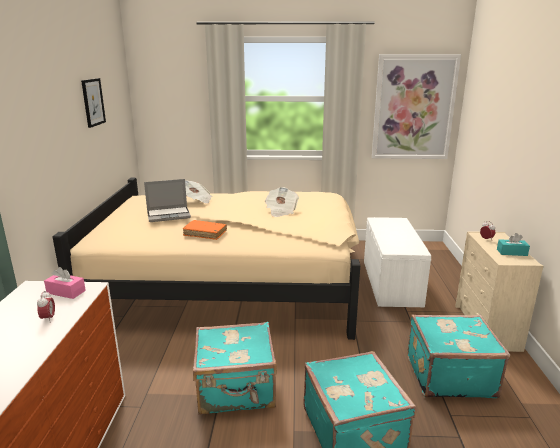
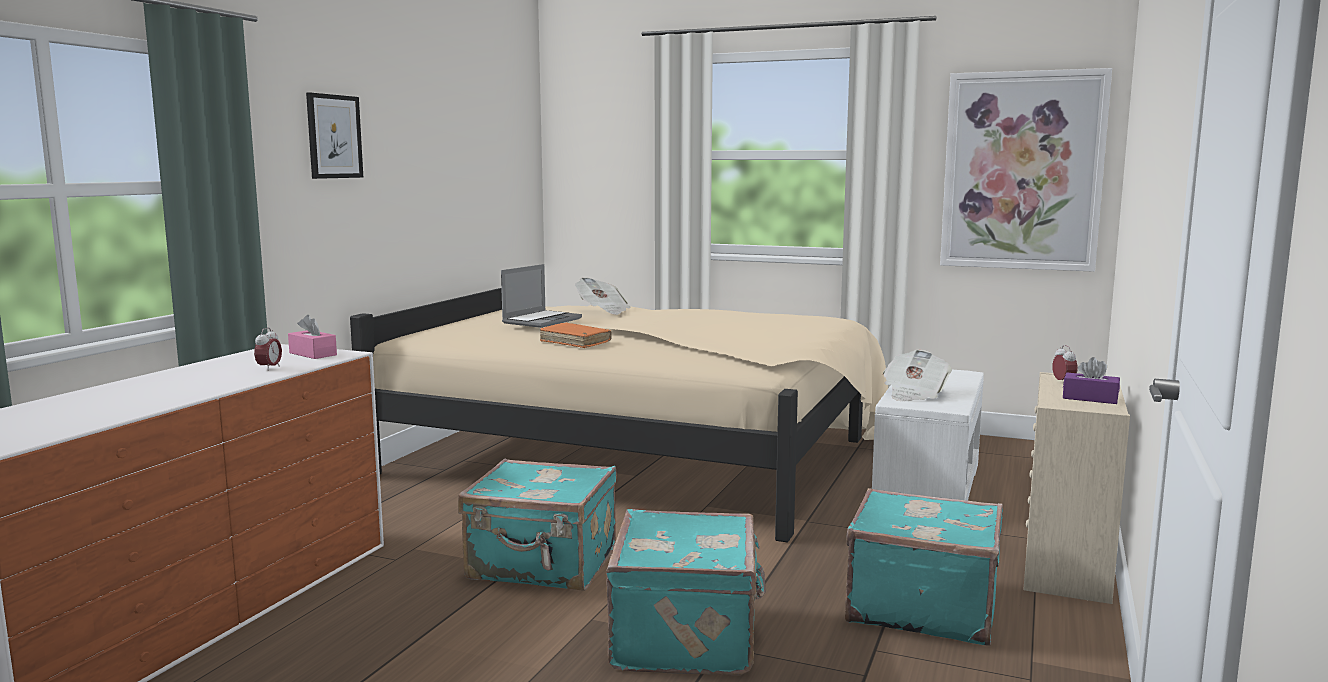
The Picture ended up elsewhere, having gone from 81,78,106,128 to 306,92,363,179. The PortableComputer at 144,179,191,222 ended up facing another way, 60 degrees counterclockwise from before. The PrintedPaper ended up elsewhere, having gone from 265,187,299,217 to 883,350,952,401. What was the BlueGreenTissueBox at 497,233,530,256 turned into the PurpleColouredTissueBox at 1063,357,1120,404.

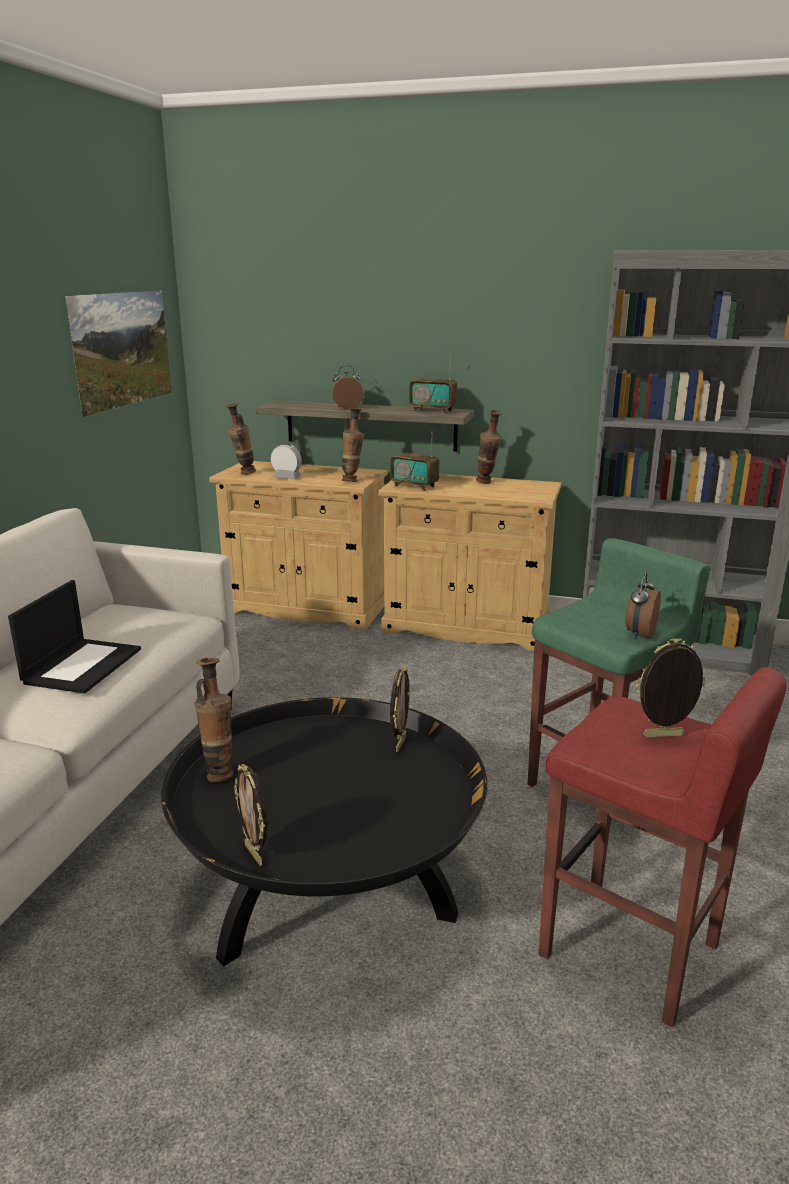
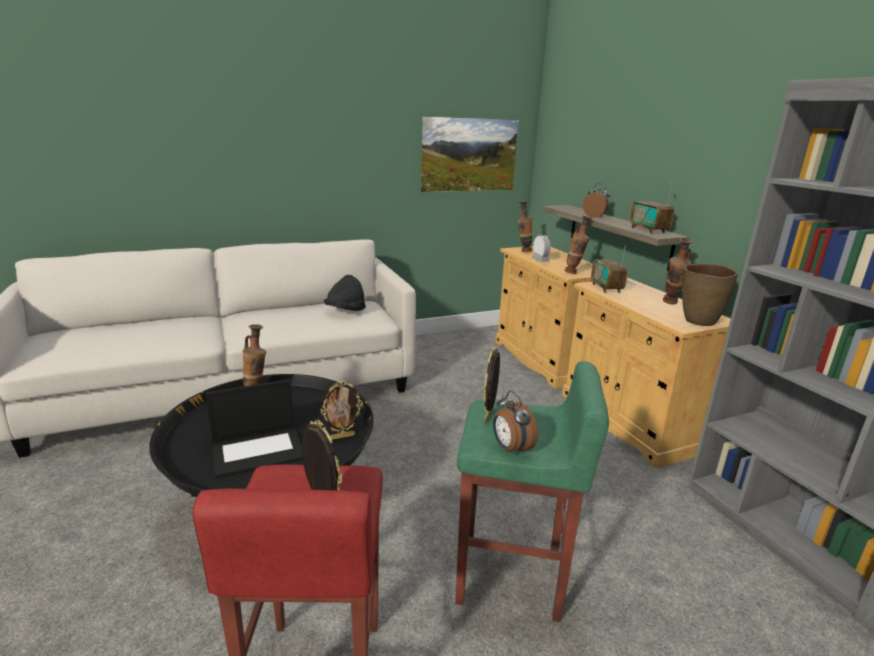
The PortableComputer ended up elsewhere, having gone from 8,580,141,693 to 206,379,303,478. The PhotoFrame ended up elsewhere, having gone from 234,764,268,866 to 484,347,500,423. The BedsideClock at 625,573,661,639 ended up facing another way, 105 degrees counterclockwise from before. The second view gained the BlackHat at 324,275,366,311. The second view gained the BrownFlowerVase at 682,264,738,326.

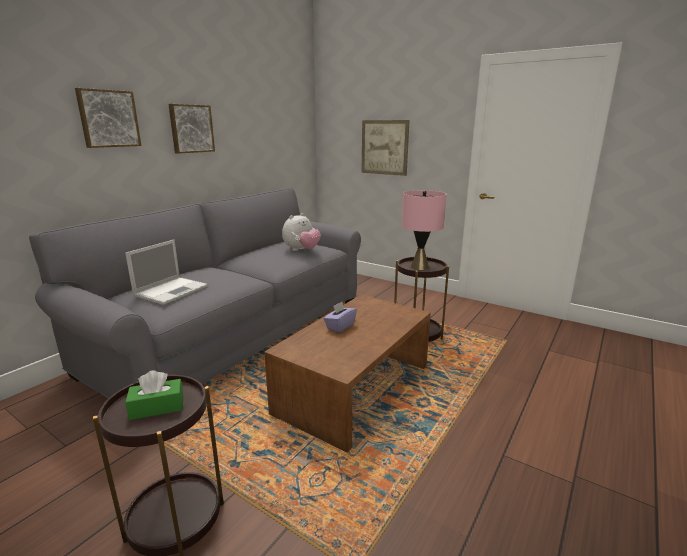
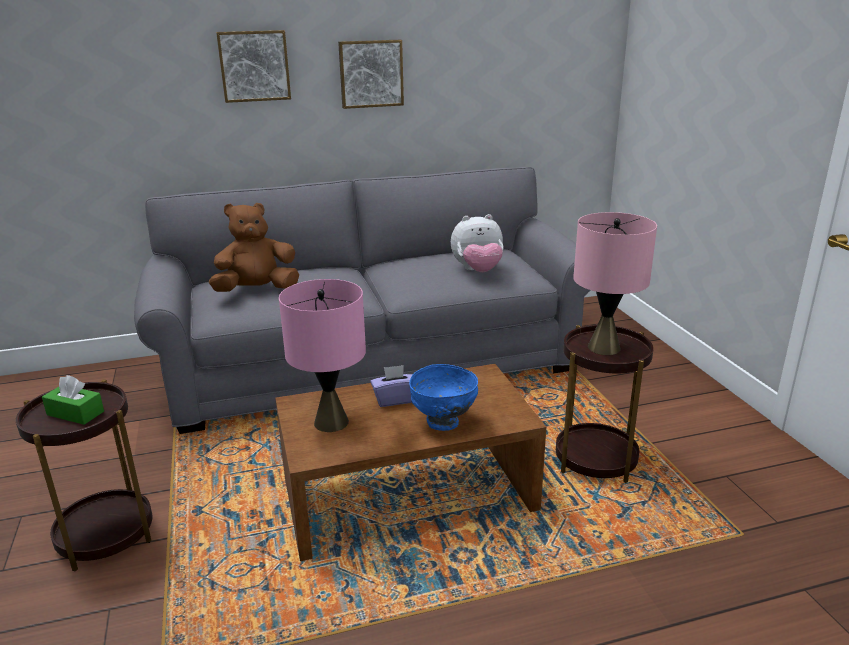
Where the PortableComputer stood at 125,240,208,305, the BrownSoftToy came to stand at 209,203,299,292. The second view lost the Picture at 361,120,410,176. The second view gained the PinkishTabletopLamp at 279,279,366,432. The second view gained the BlueColouredBowl at 409,364,478,431.

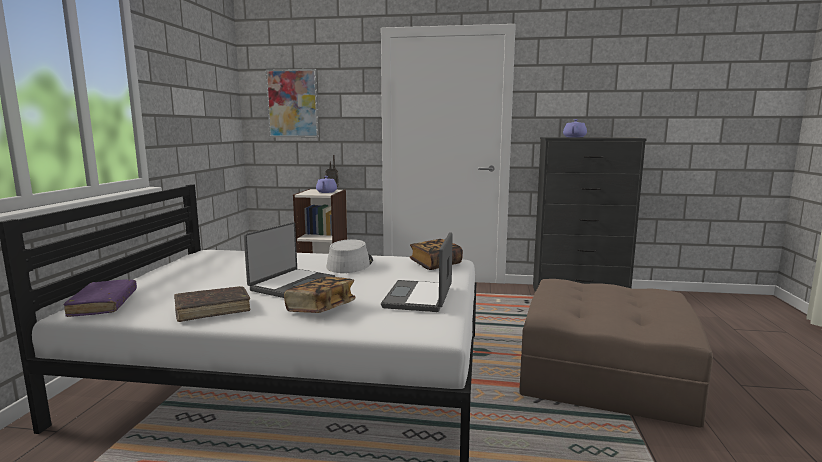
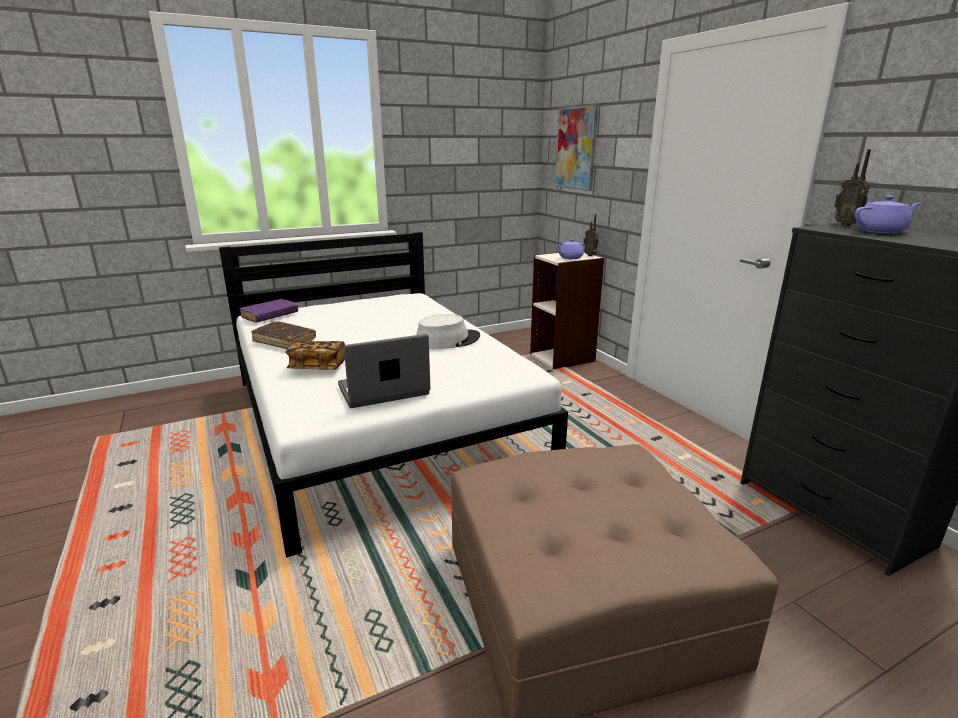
The second view lost the PortableComputer at 244,222,335,298. The second view lost the BoundBook at 410,239,463,270. The second view gained the RadioSet at 834,149,871,226.

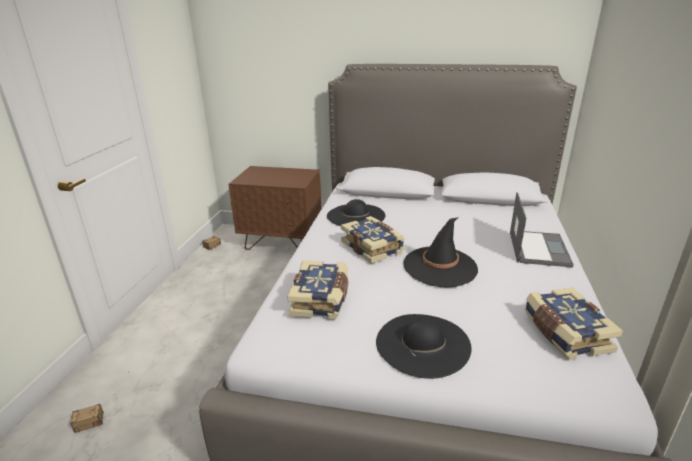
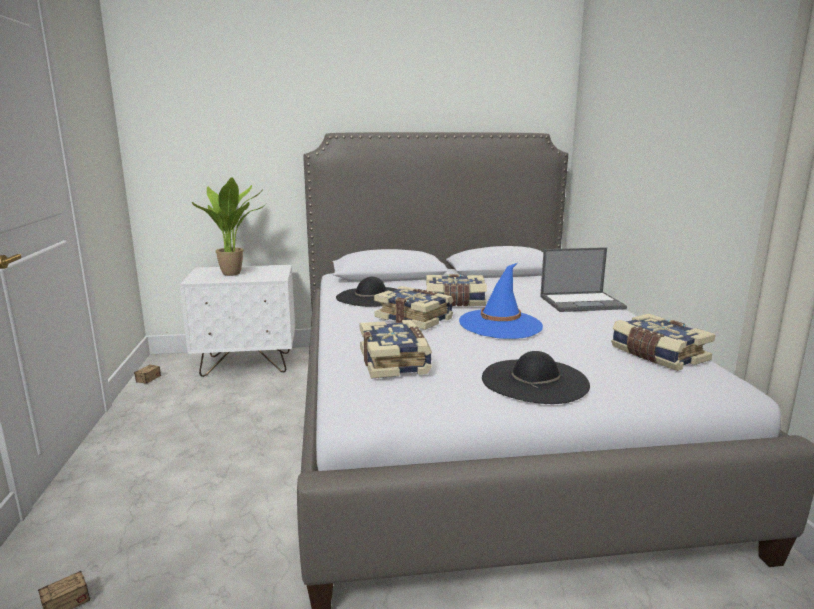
What was the BrownBedsideTable at 228,166,321,250 turned into the WhiteColouredBedsideTable at 180,265,295,377. What was the BlackHat at 403,217,478,288 turned into the BlueColouredHat at 459,263,543,339. The PortableComputer at 510,192,574,267 ended up facing another way, 90 degrees clockwise from before. The second view gained the Houseplant at 192,177,267,276. The second view gained the BoundBook at 426,274,487,307.

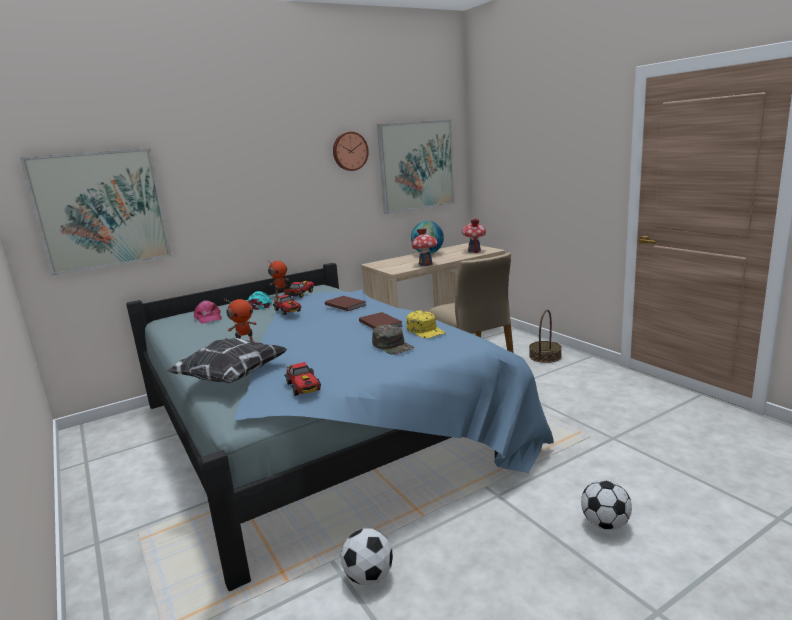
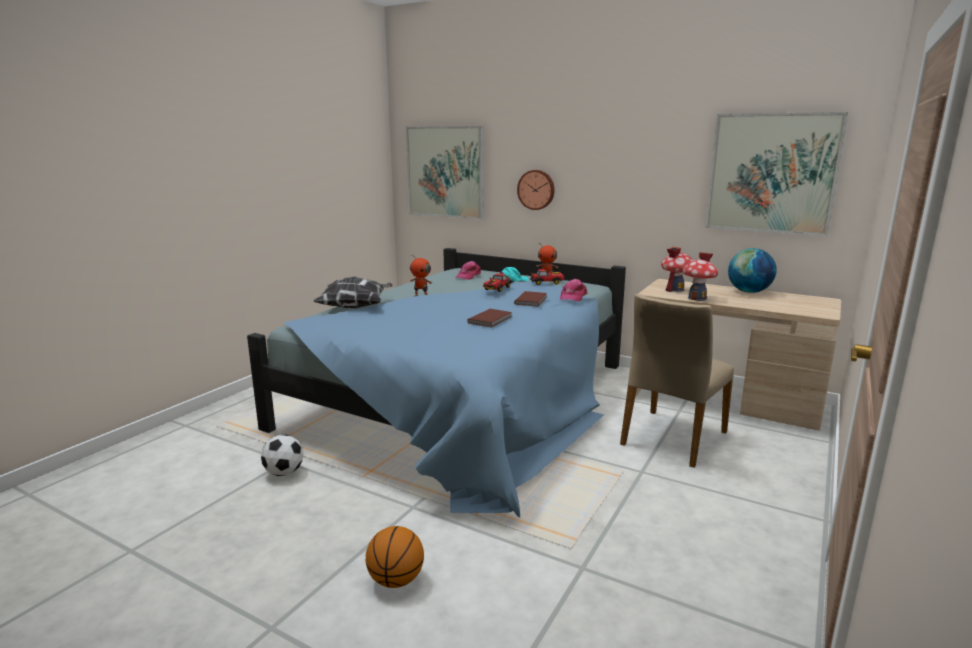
The second view lost the ToyCar at 284,362,321,396. The ClockOnTheWall ended up elsewhere, having gone from 333,132,369,171 to 517,170,555,210. The second view lost the GreenishPeakedCap at 372,324,414,355. The second view lost the YellowColouredPeakedCap at 406,310,445,338. The MiniatureHouse ended up elsewhere, having gone from 462,218,486,253 to 661,247,694,292. The second view lost the Basket at 529,310,562,363. Where the FootballBall stood at 581,480,632,530, the BallForBasketball came to stand at 366,526,424,588. The second view gained the PinkishPeakedCap at 560,279,588,301.

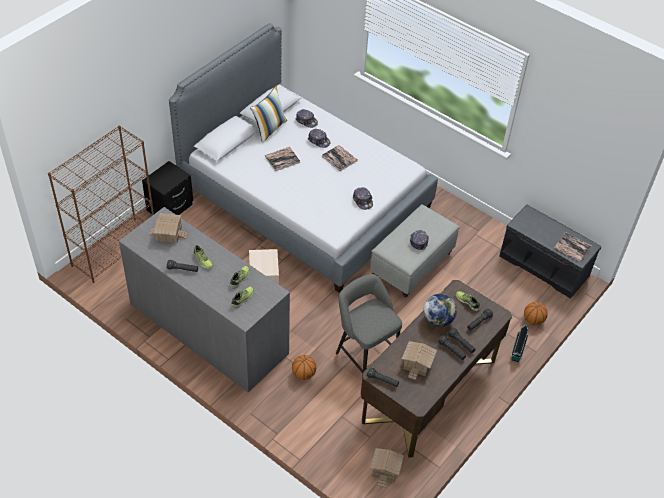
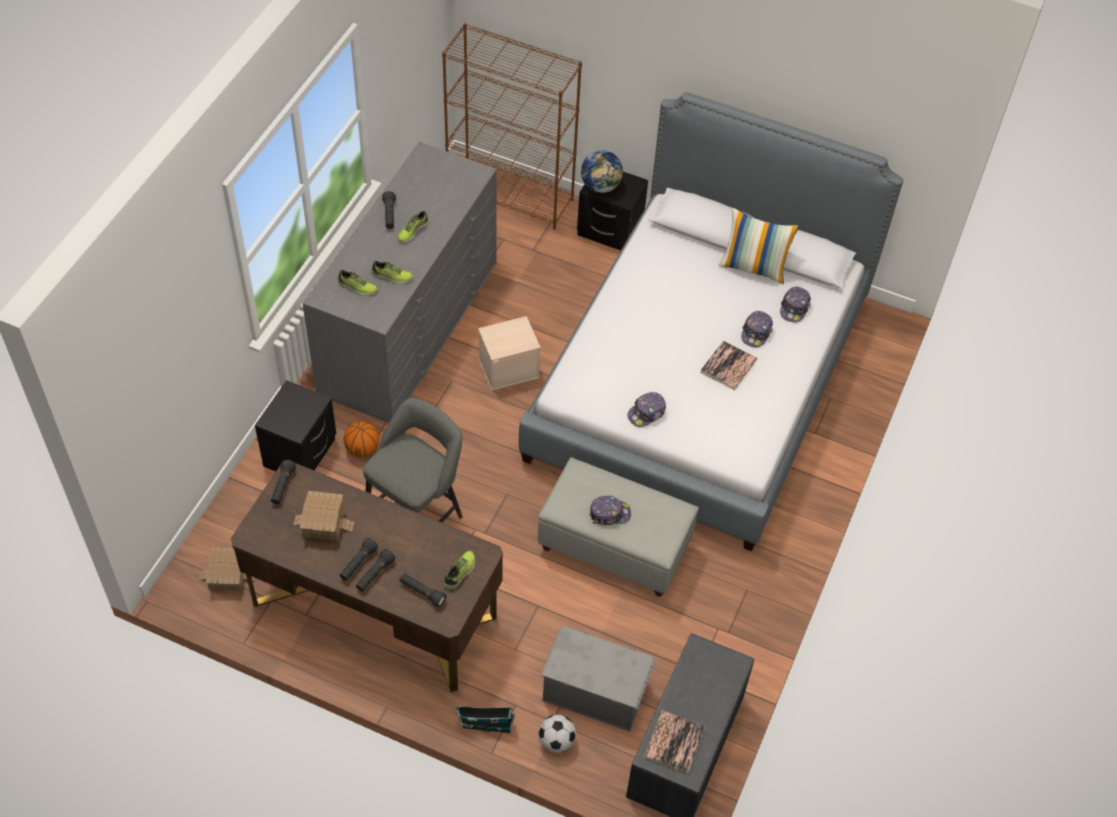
The second view lost the MiniatureHouse at 150,213,188,243. The second view lost the BoundBook at 265,147,300,171. The DeskGlobe ended up elsewhere, having gone from 424,294,457,327 to 581,150,623,193. Where the BallForBasketball stood at 524,302,548,325, the FootballBall came to stand at 538,715,576,753. The second view gained the BlackBedsideTable at 255,380,336,472. The second view gained the GreyStorageBox at 541,626,657,731.

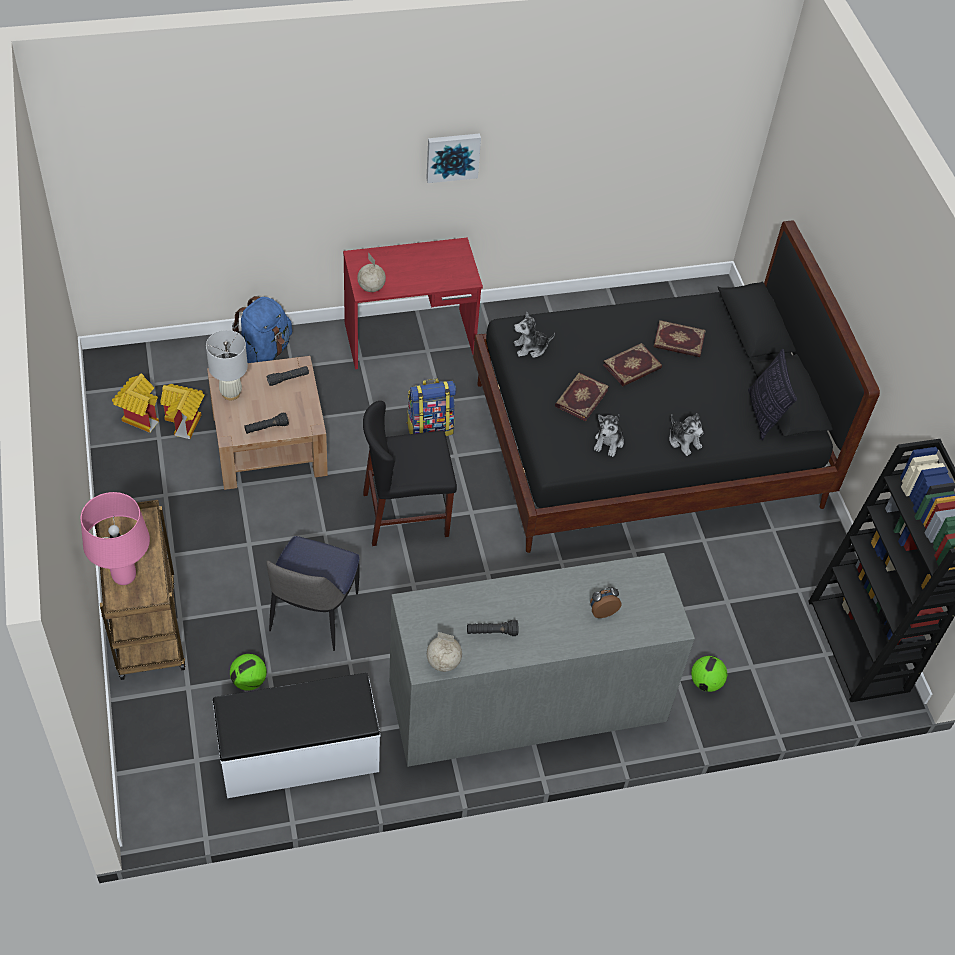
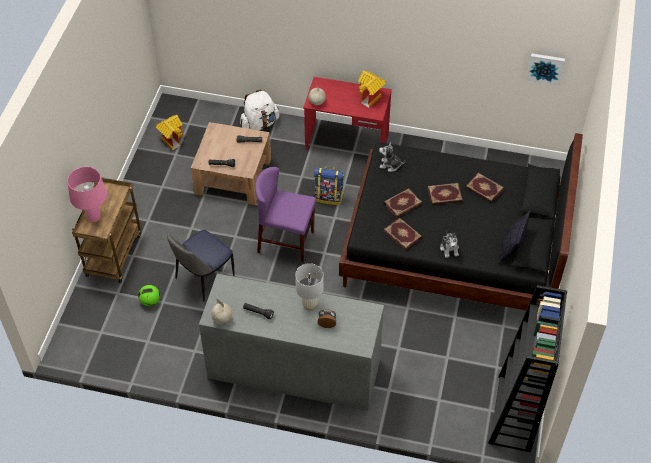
The MiniatureHouse ended up elsewhere, having gone from 160,384,205,439 to 358,70,386,107. The WhiteColouredTabletopLamp ended up elsewhere, having gone from 206,330,248,400 to 295,263,324,310. The second view lost the WhiteColouredIndoorBench at 213,673,380,798. What was the BlueColouredRucksack at 232,296,292,363 turned into the WhiteColouredRucksack at 240,90,279,130. What was the BlackUprightChair at 363,401,457,546 turned into the PurpleColouredUprightChair at 255,167,316,262. The Picture ended up elsewhere, having gone from 426,133,481,183 to 526,53,565,86. Where the SoftToy stood at 594,415,624,457, the BoundBook came to stand at 384,218,422,250. The second view lost the FootballBall at 691,656,727,692.

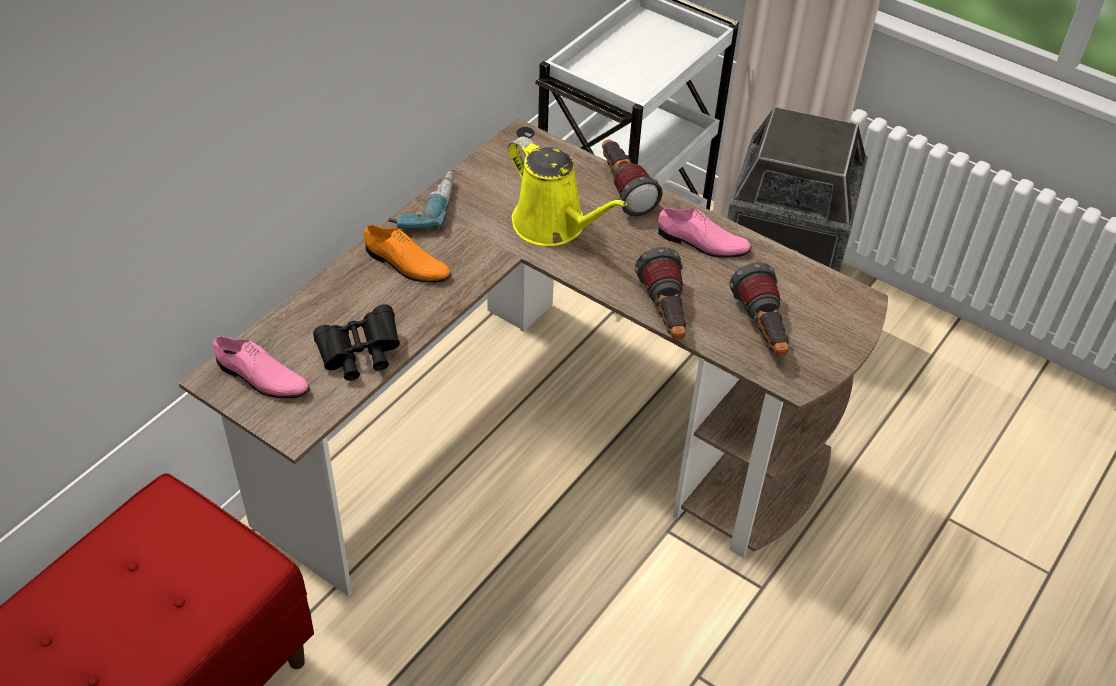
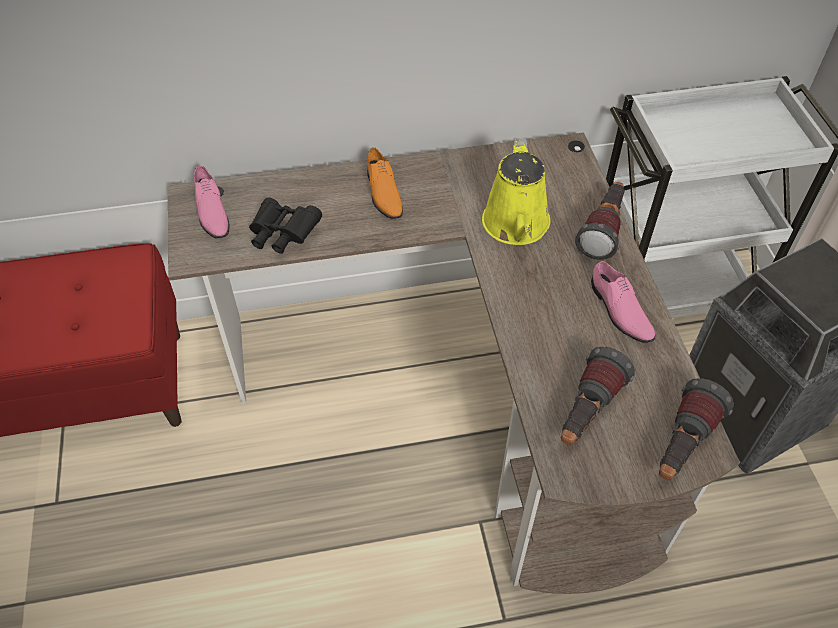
The second view lost the Drill at 388,171,454,229. The HandTorch ended up elsewhere, having gone from 635,247,686,340 to 659,378,734,480.

